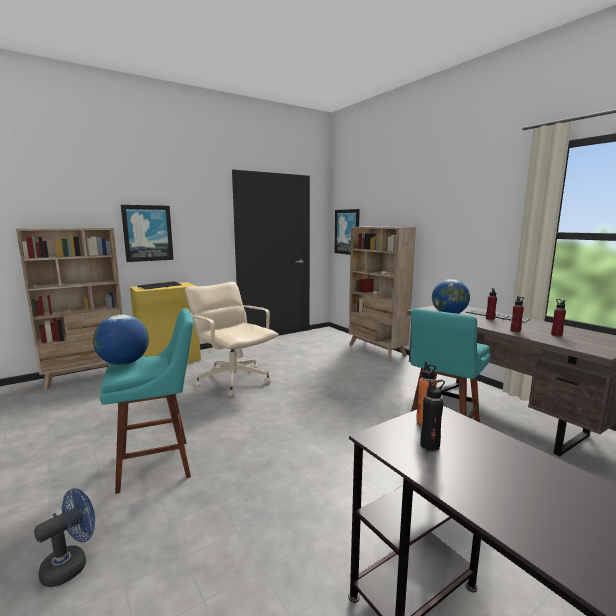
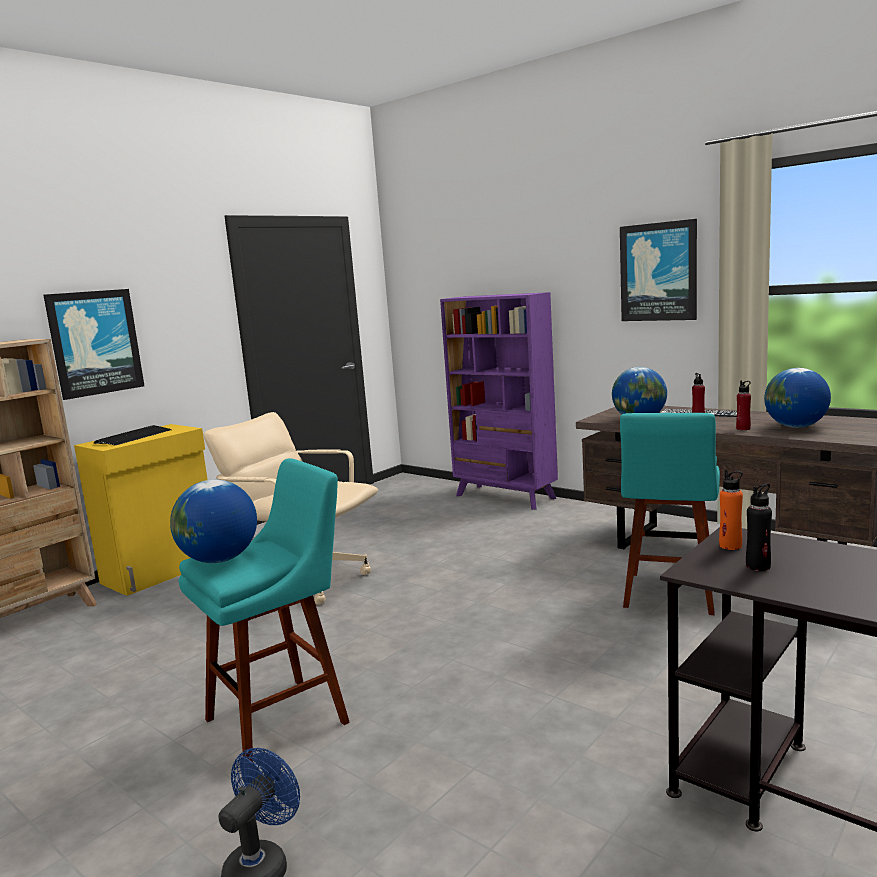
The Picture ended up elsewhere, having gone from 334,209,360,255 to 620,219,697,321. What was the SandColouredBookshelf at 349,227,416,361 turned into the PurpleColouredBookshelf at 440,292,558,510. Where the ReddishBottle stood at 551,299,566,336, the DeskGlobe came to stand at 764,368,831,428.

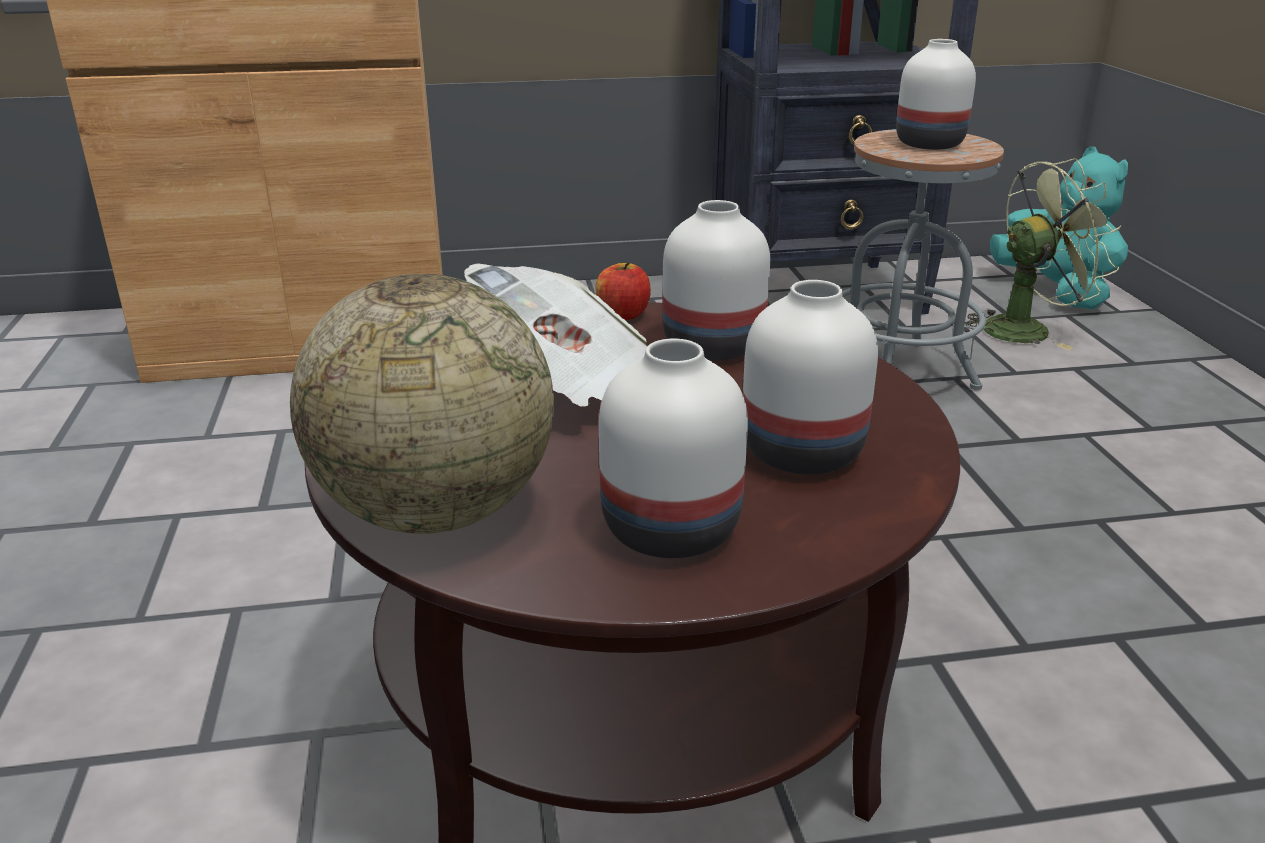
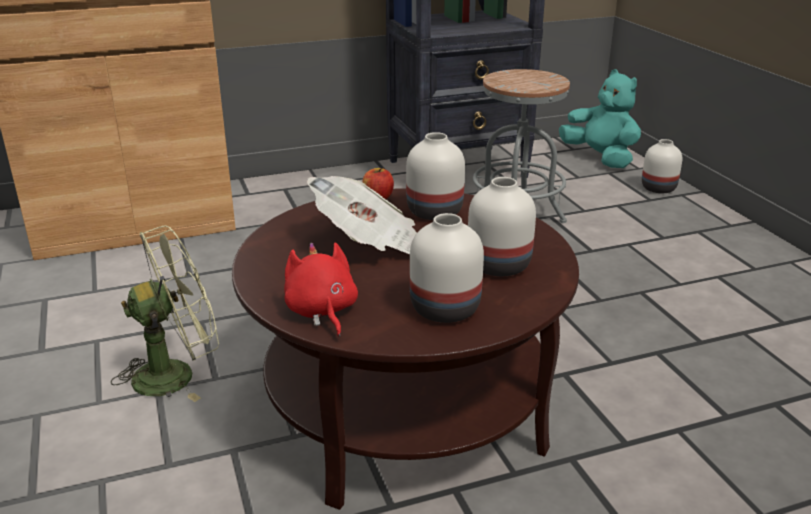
Where the DeskGlobe stood at 290,274,554,534, the ReddishSoftToy came to stand at 284,242,358,337. The WhiteColouredFlowerVase ended up elsewhere, having gone from 896,39,976,150 to 642,139,682,193. The GreenishCoolingFan ended up elsewhere, having gone from 964,158,1121,350 to 111,226,219,402.

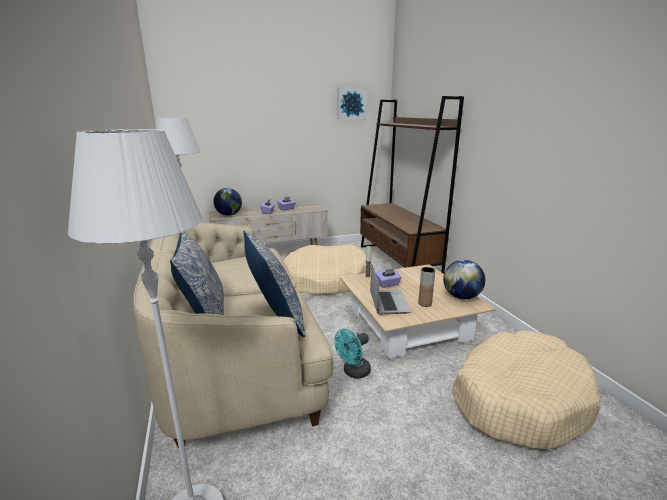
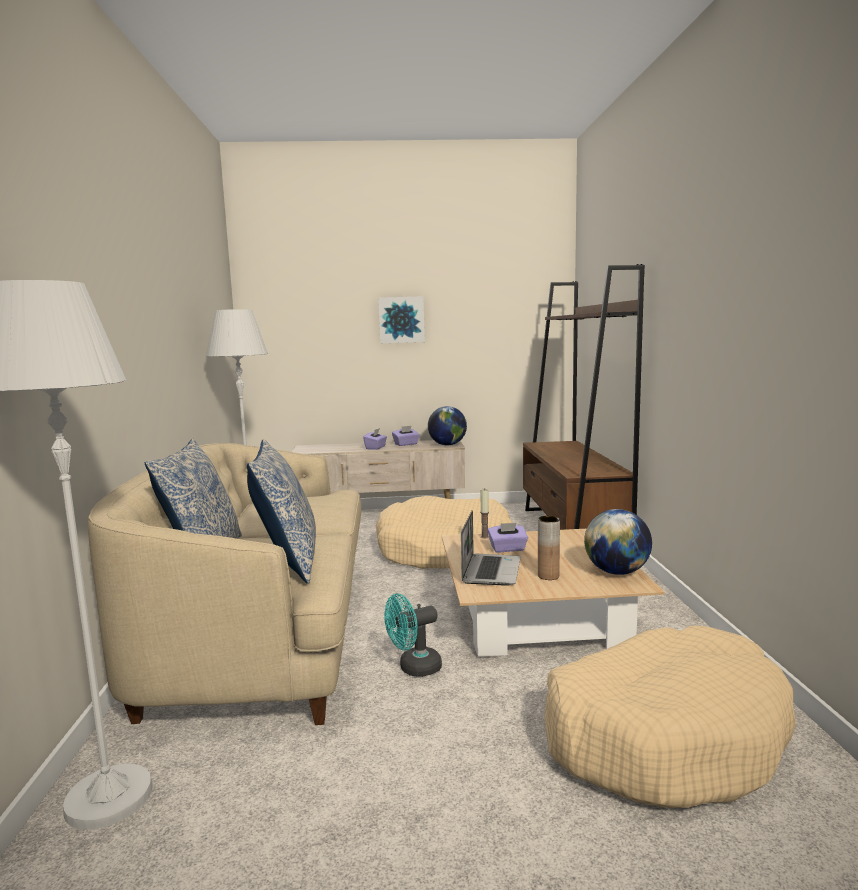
The DeskGlobe ended up elsewhere, having gone from 213,188,242,216 to 428,406,467,445. The Picture ended up elsewhere, having gone from 337,87,367,120 to 378,296,425,343.

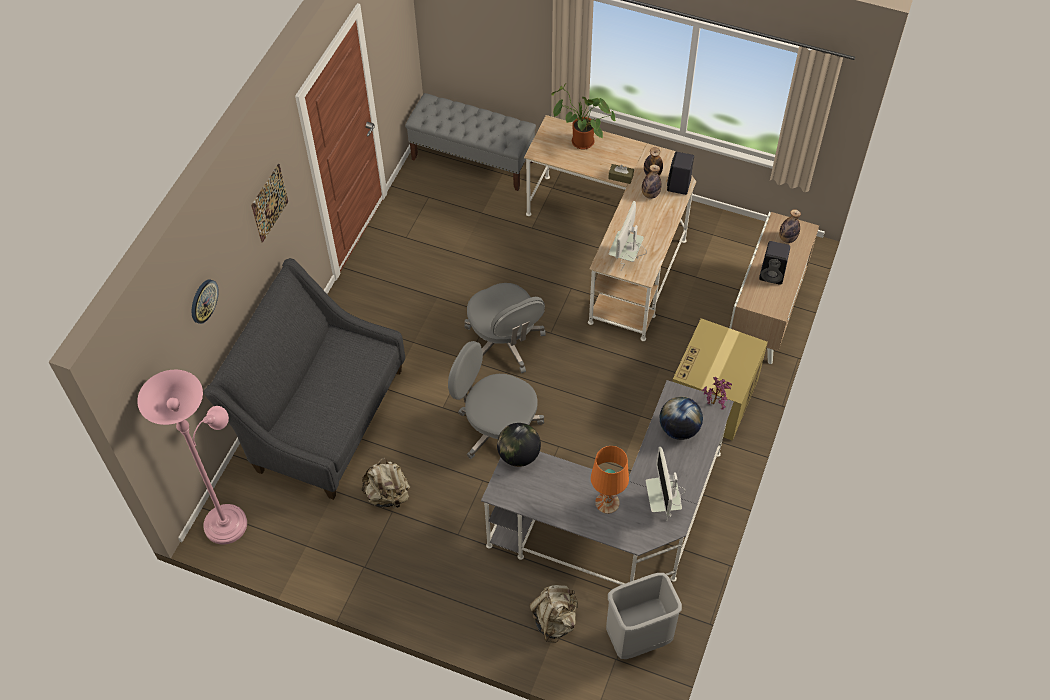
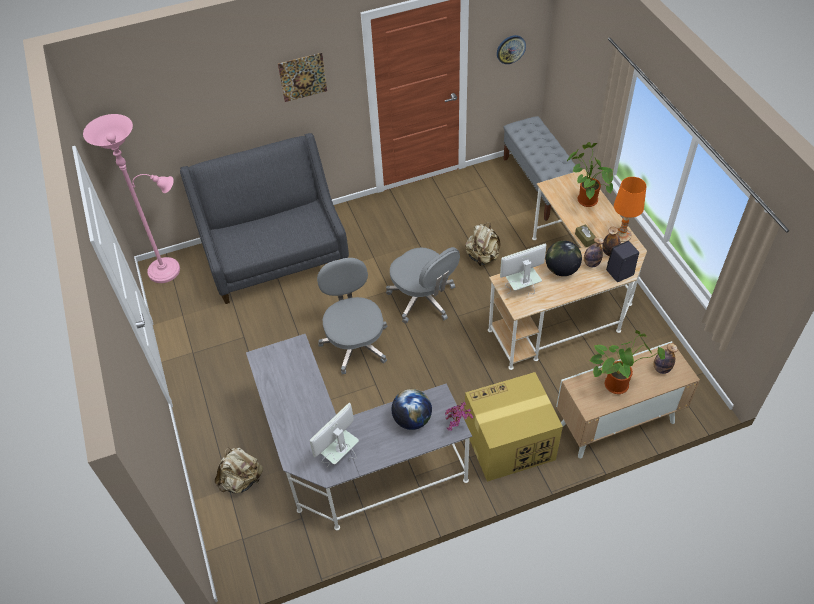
The ClockOnTheWall ended up elsewhere, having gone from 191,279,219,324 to 497,35,526,64. The SandColouredRucksack ended up elsewhere, having gone from 361,458,410,510 to 465,222,500,266. The GreyOfficeChair at 464,283,546,373 ended up facing another way, 60 degrees counterclockwise from before. The DeskGlobe ended up elsewhere, having gone from 497,423,541,467 to 546,241,582,276. The OrangeyTabletopLamp ended up elsewhere, having gone from 591,446,629,514 to 614,177,646,242. The second view lost the GreyTrashCan at 606,573,682,659. Where the BlackLoudspeaker stood at 759,241,790,285, the Houseplant came to stand at 589,330,665,394.

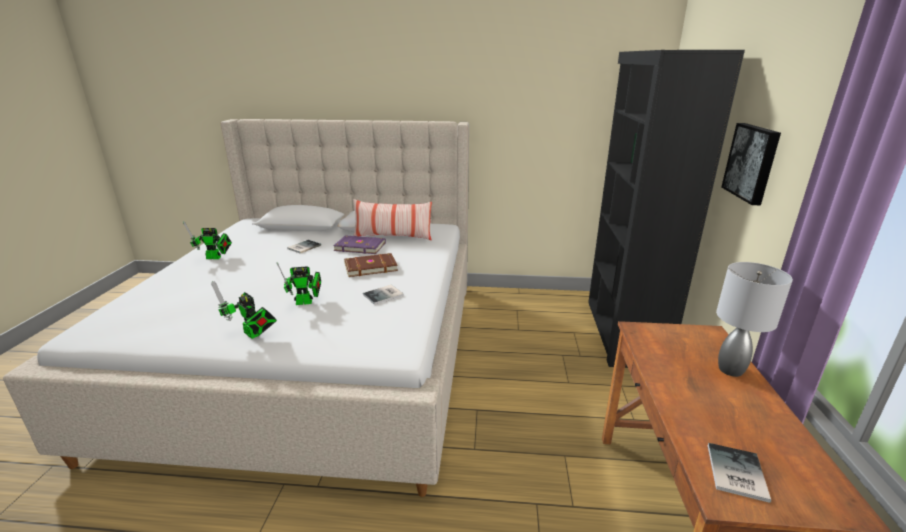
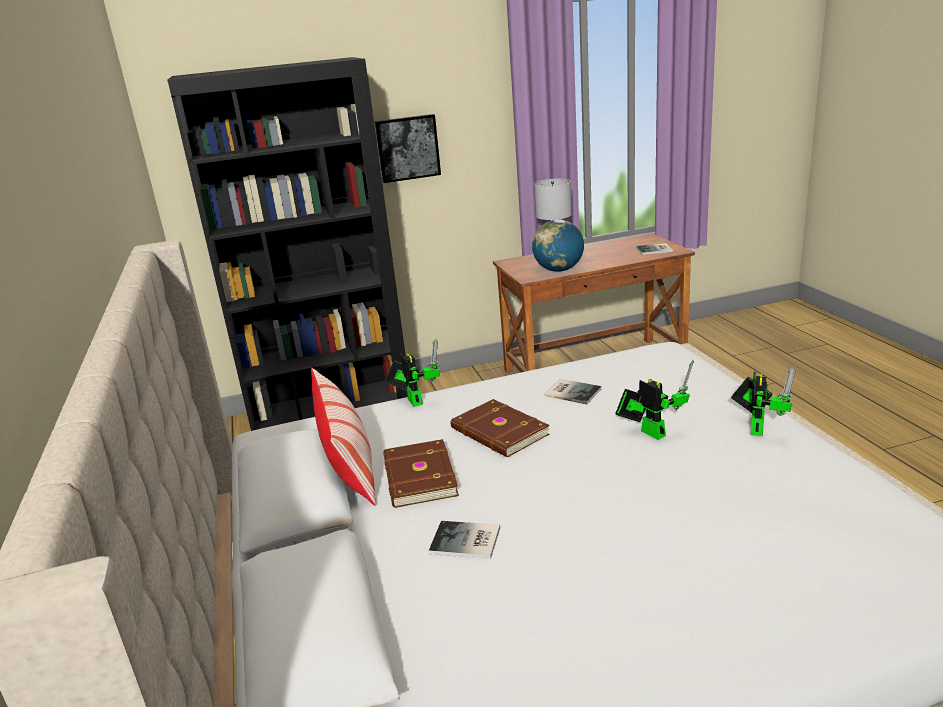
The RobotFigure ended up elsewhere, having gone from 183,221,232,259 to 385,338,440,407. What was the PurpleColouredBoundBook at 333,235,386,254 turned into the BrownBoundBook at 384,439,459,508. The second view gained the DeskGlobe at 532,219,584,272.

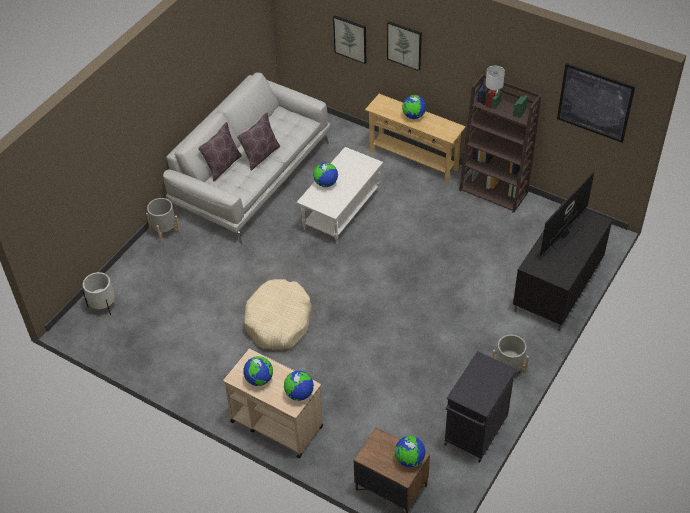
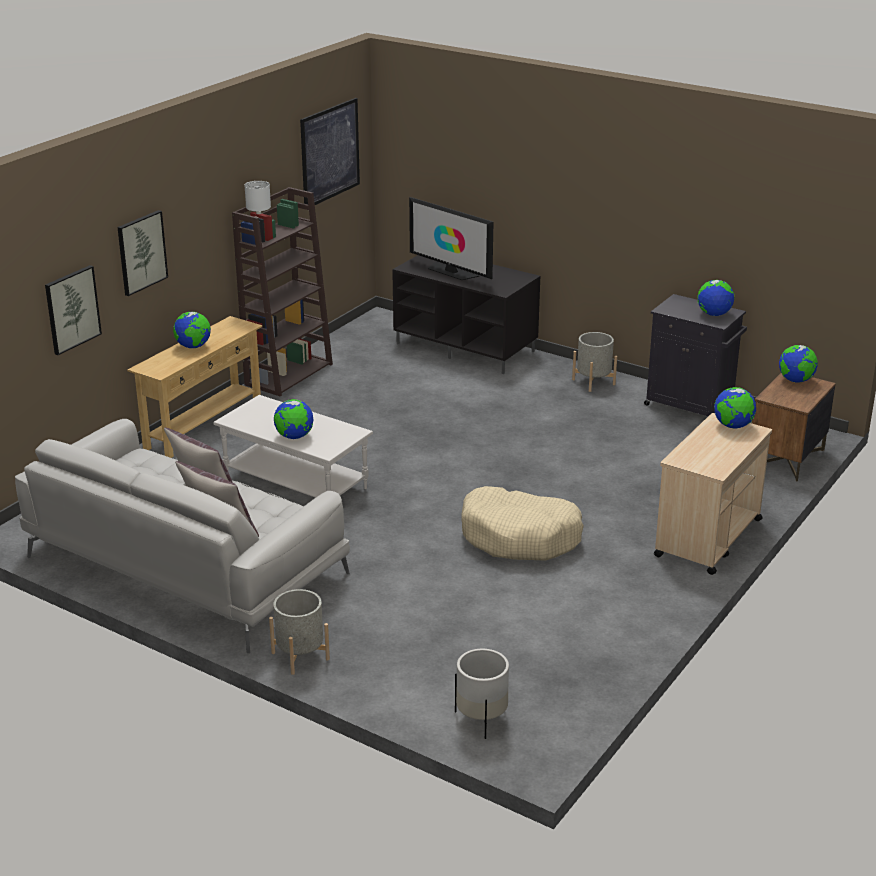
The DeskGlobe ended up elsewhere, having gone from 243,356,273,386 to 697,280,734,316.

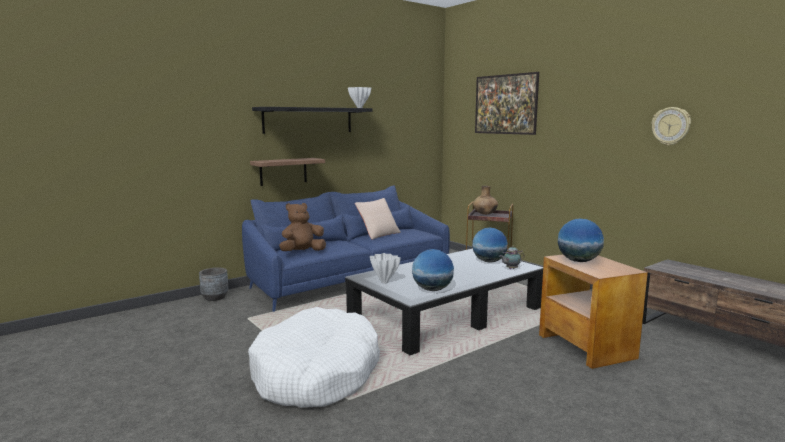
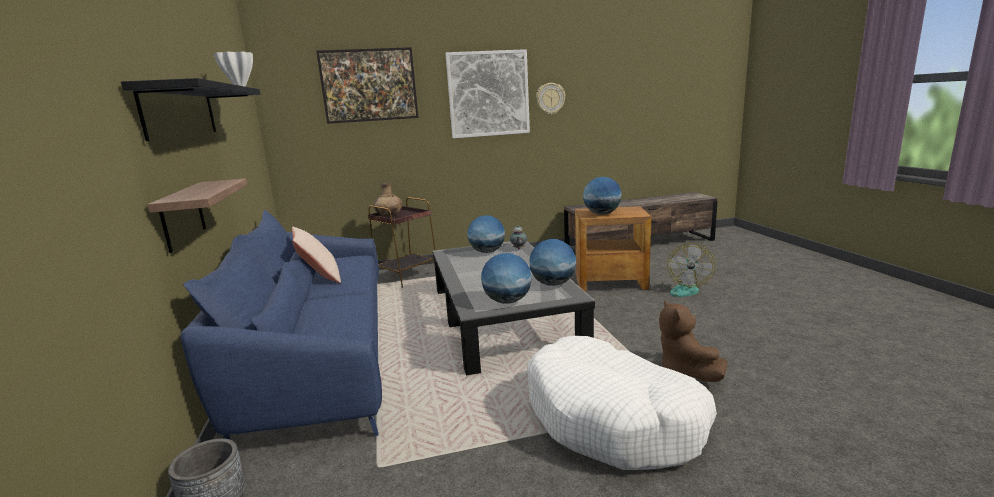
The BrownSoftToy ended up elsewhere, having gone from 279,203,326,251 to 659,300,728,382. Where the WhiteColouredFlowerVase stood at 370,253,401,283, the DeskGlobe came to stand at 481,253,532,304. The second view gained the Picture at 445,49,530,138. The second view gained the CoolingFan at 659,243,715,297.

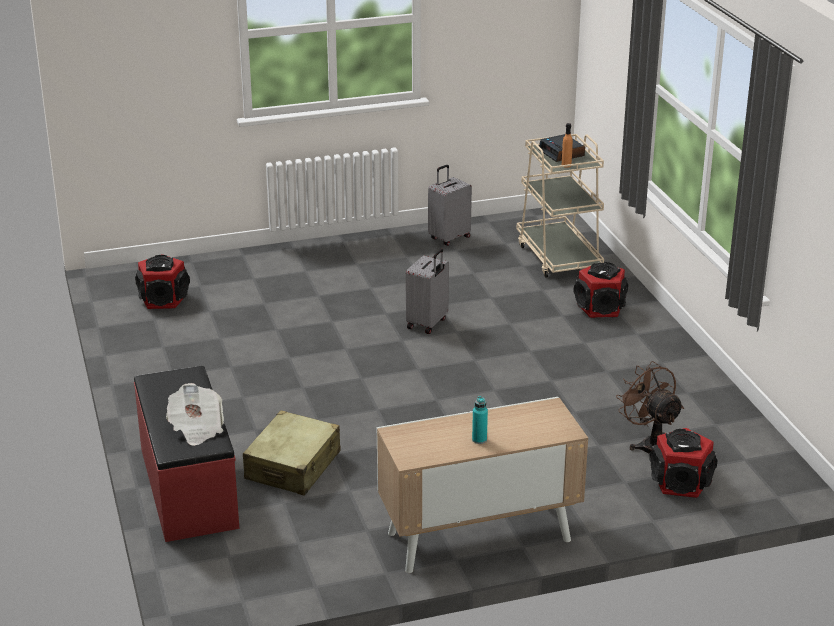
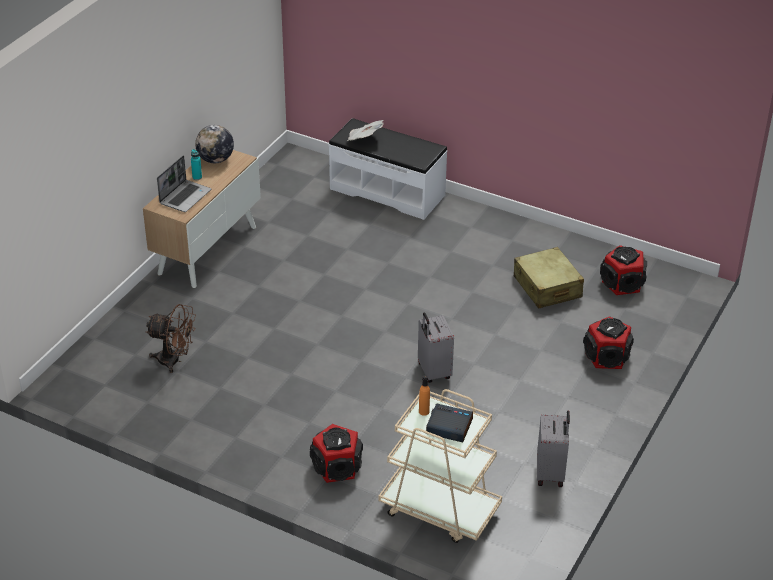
What was the ReddishIndoorBench at 134,366,239,542 turned into the WhiteColouredIndoorBench at 328,118,447,220. The SandColouredPieceOfLuggage ended up elsewhere, having gone from 243,410,340,495 to 514,247,584,309. The Loudspeaker ended up elsewhere, having gone from 649,428,717,498 to 583,316,634,369. The second view gained the PortableComputer at 157,155,211,212. The second view gained the DeskGlobe at 195,125,234,163.

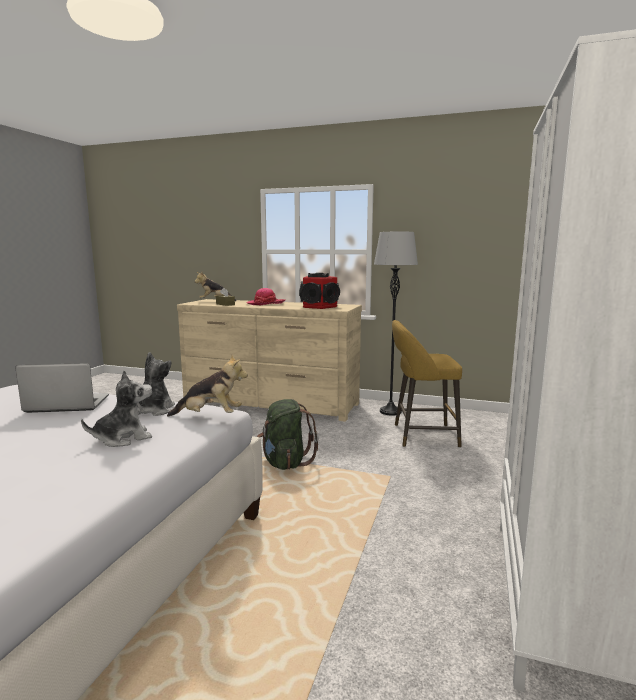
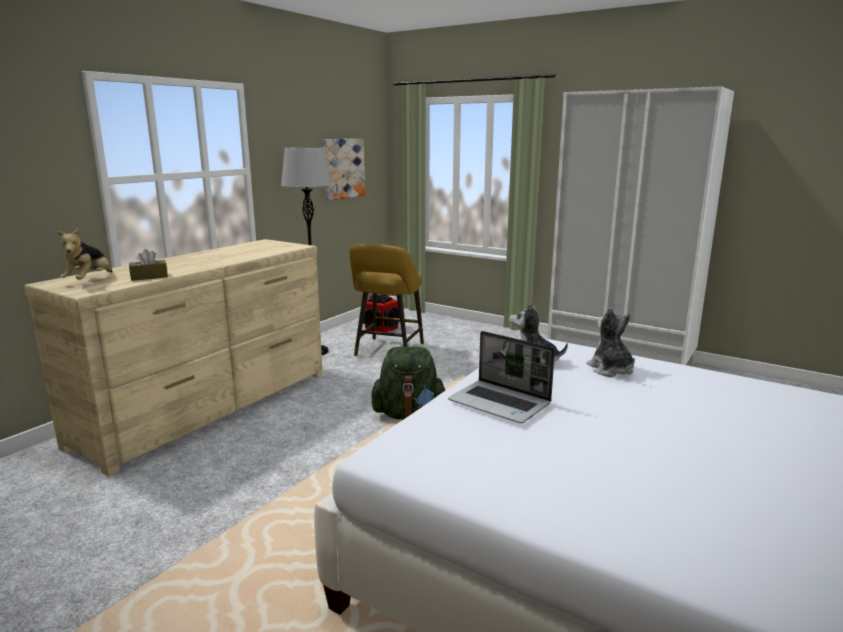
The PortableComputer at 15,363,109,413 ended up facing another way, 60 degrees counterclockwise from before. The second view lost the SoftToy at 167,355,248,416. The second view lost the Hat at 246,288,285,305. The Loudspeaker ended up elsewhere, having gone from 299,273,340,309 to 363,294,400,332. The second view gained the Picture at 323,139,365,201.

